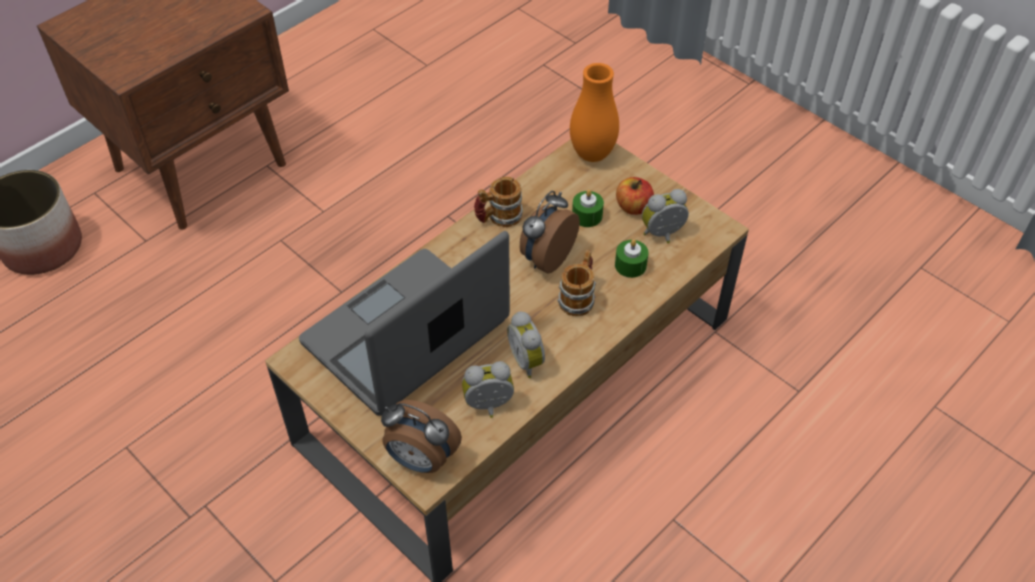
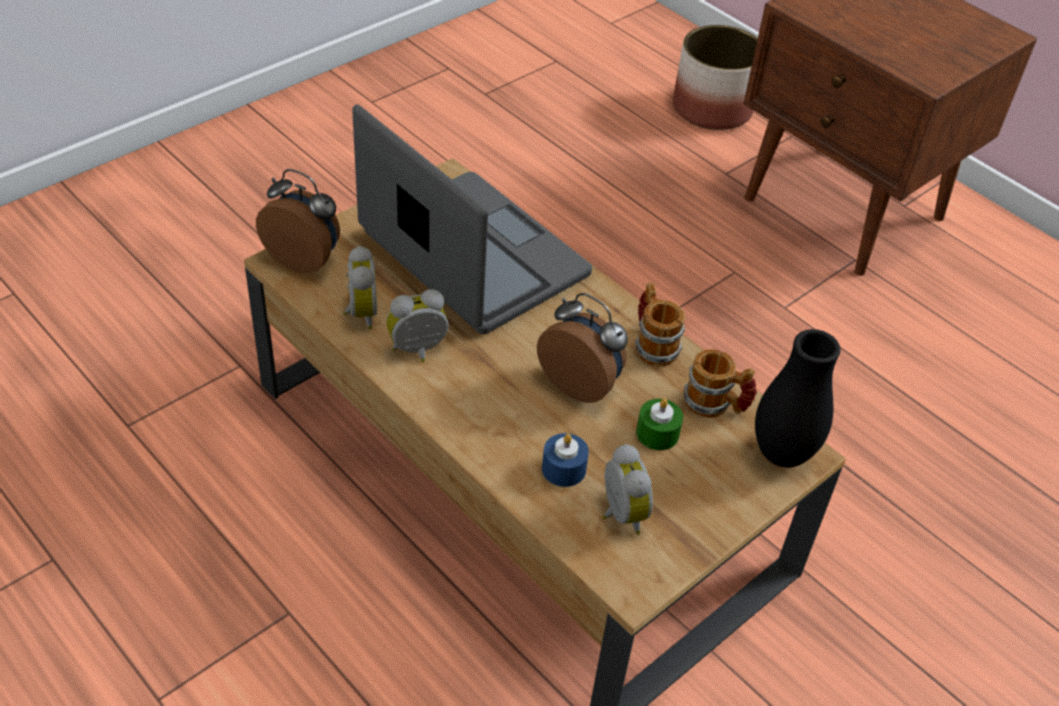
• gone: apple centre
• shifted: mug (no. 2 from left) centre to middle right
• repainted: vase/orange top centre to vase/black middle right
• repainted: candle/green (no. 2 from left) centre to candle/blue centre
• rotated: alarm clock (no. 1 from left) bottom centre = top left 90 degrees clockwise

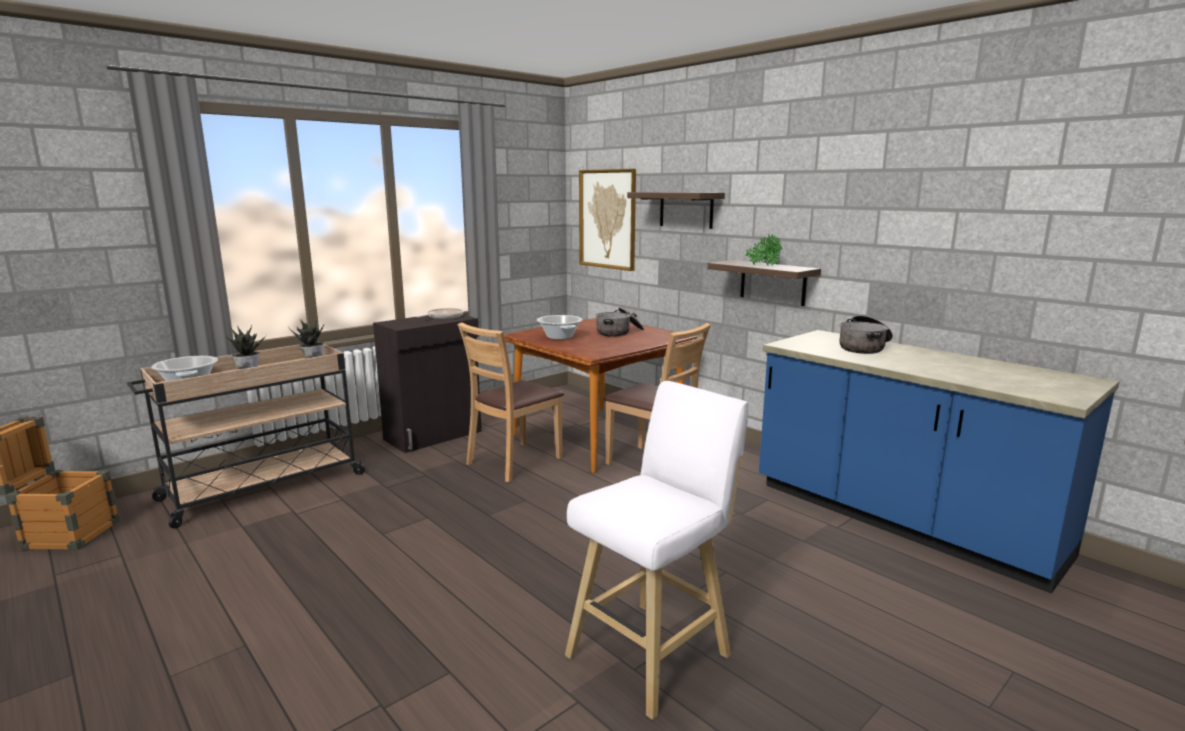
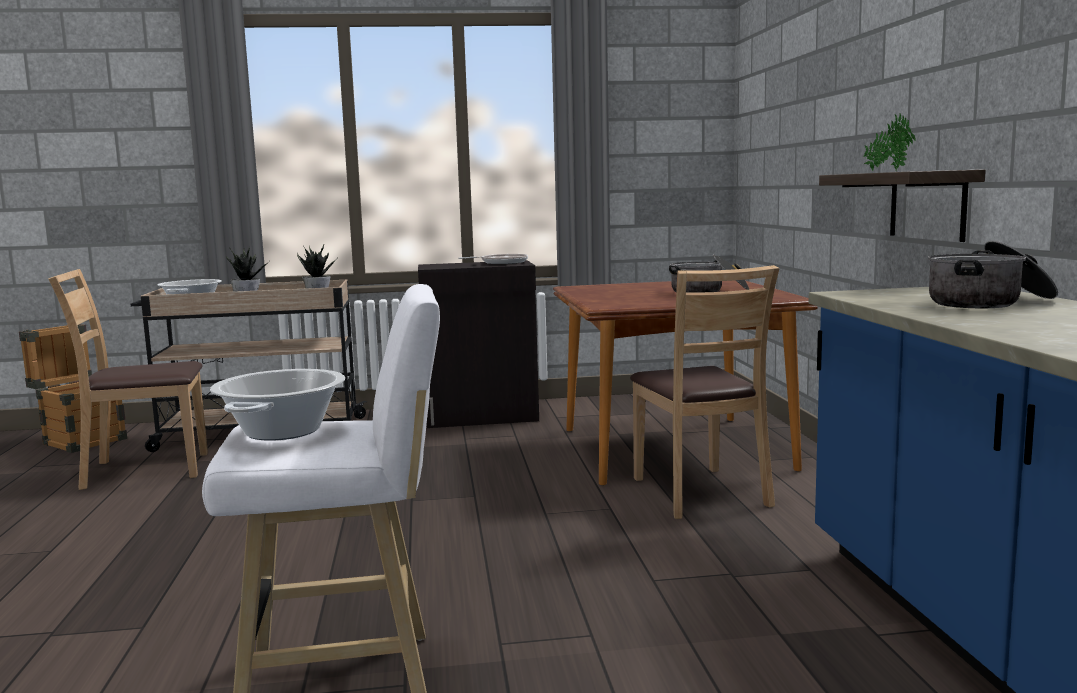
• gone: picture top centre
• gone: shelf (no. 1 from left) top centre
• shifted: chair/brown (no. 1 from left) centre to middle left
• shifted: cooking pot (no. 2 from left) centre to middle left

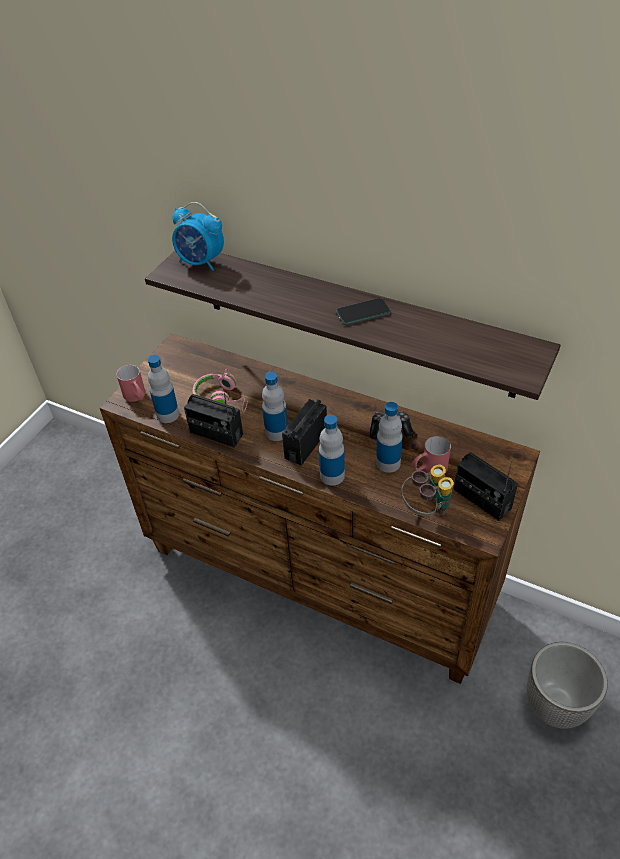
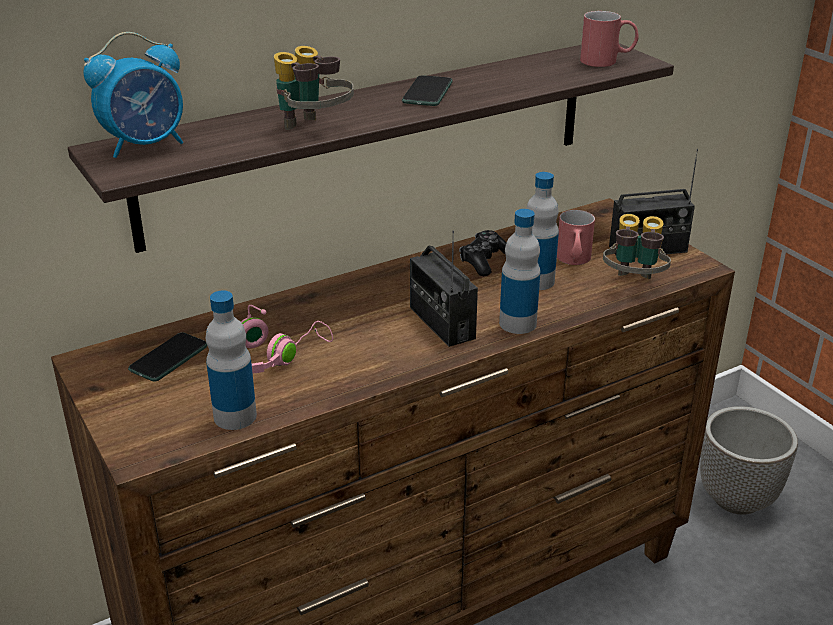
• gone: radio (no. 1 from left) centre
• gone: bottle (no. 2 from left) centre
• new: phone (no. 1 from left) middle left
• new: binoculars (no. 1 from left) top centre
• shifted: mug/red (no. 1 from left in the first image) middle left to mug/red (no. 2 from left) top right

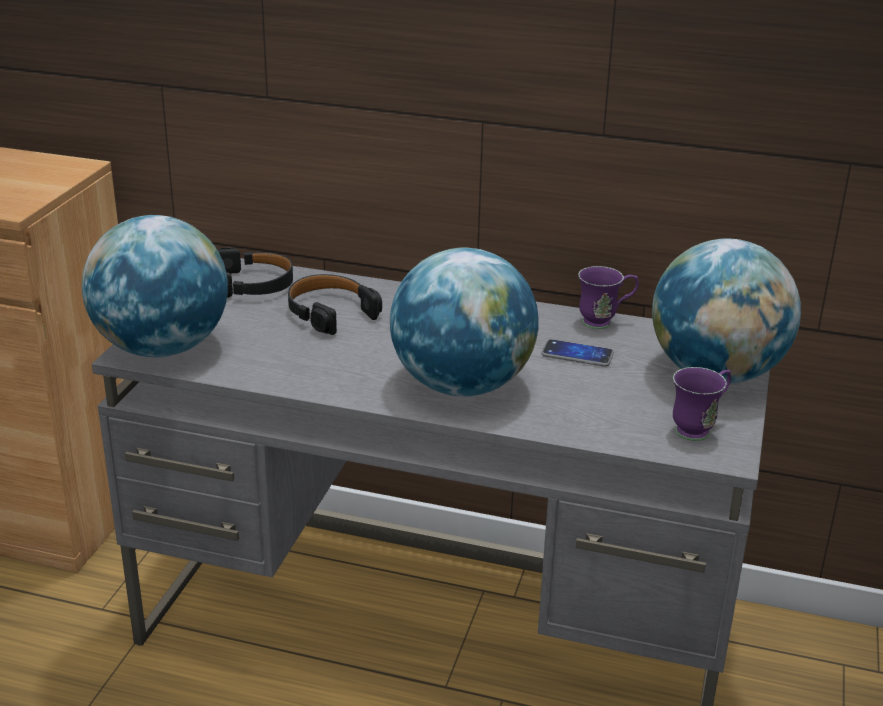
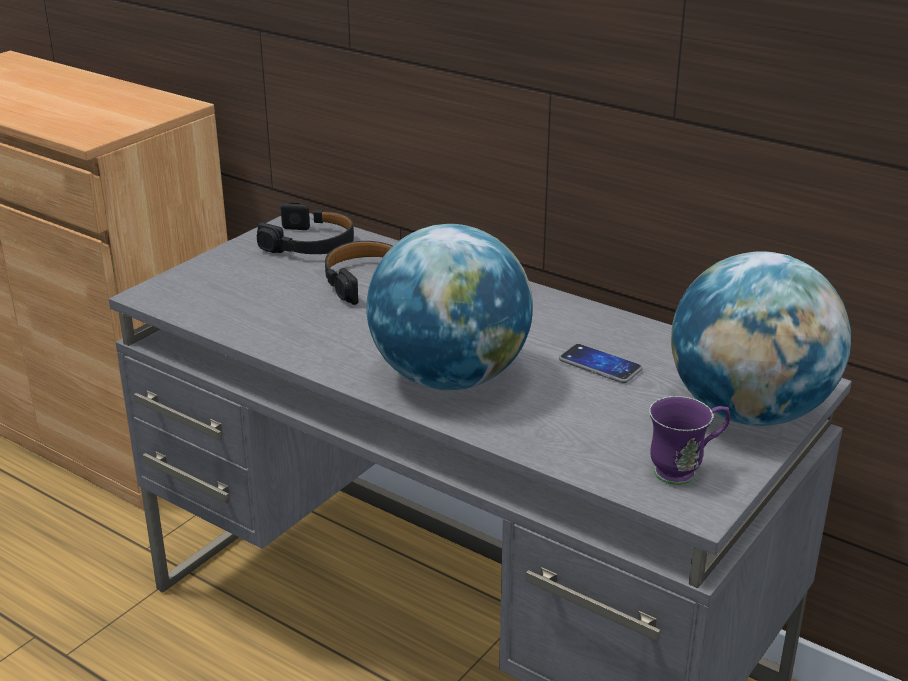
• gone: globe (no. 1 from left) middle left
• gone: mug/purple (no. 1 from left) middle right

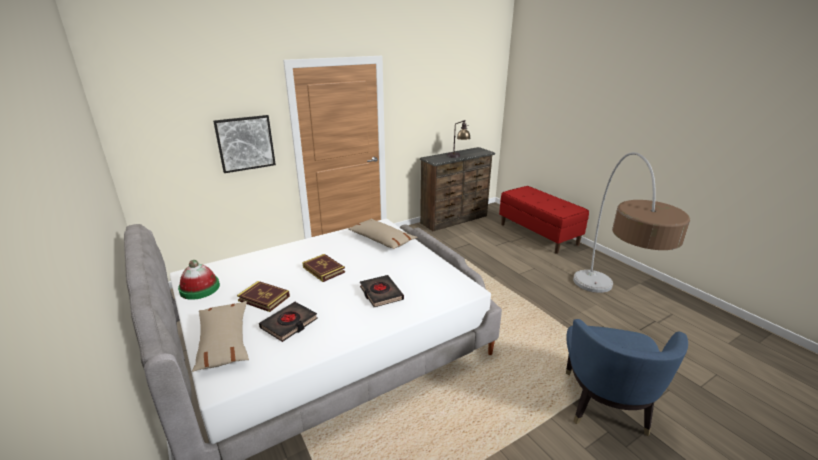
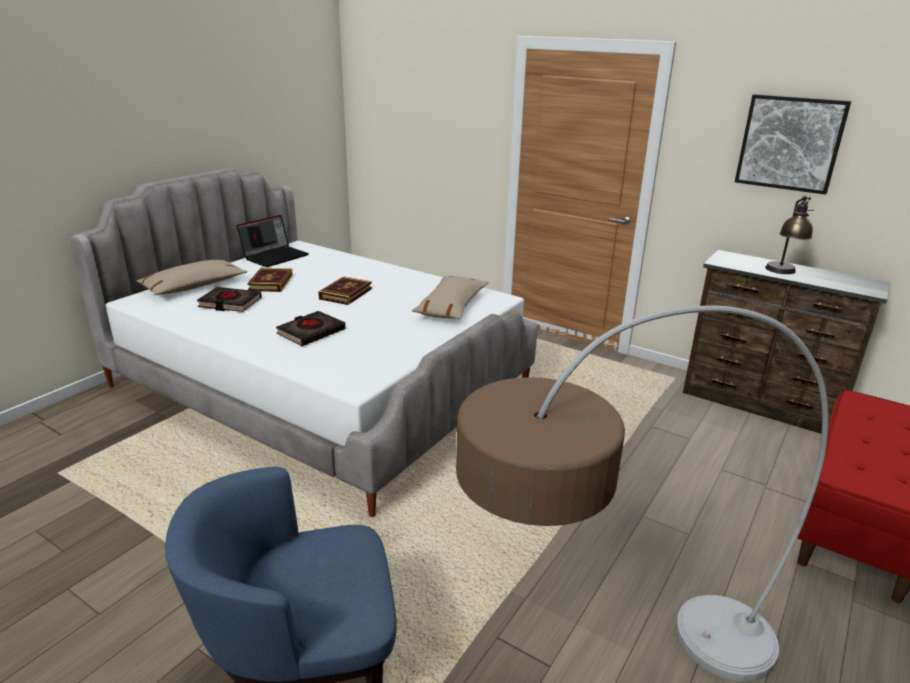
• shifted: picture top left to top right
• swapped: hat middle left to laptop middle left

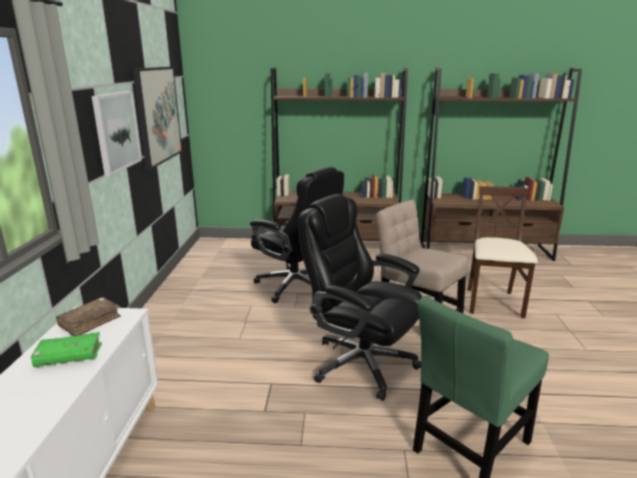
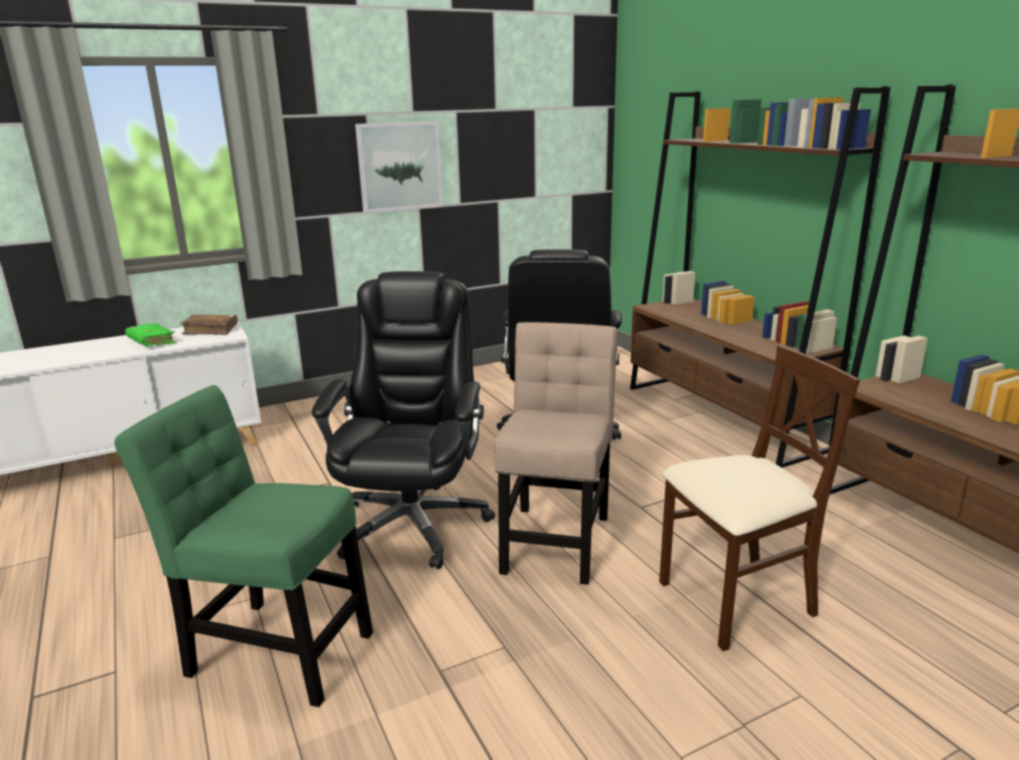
• gone: picture (no. 2 from left) top left

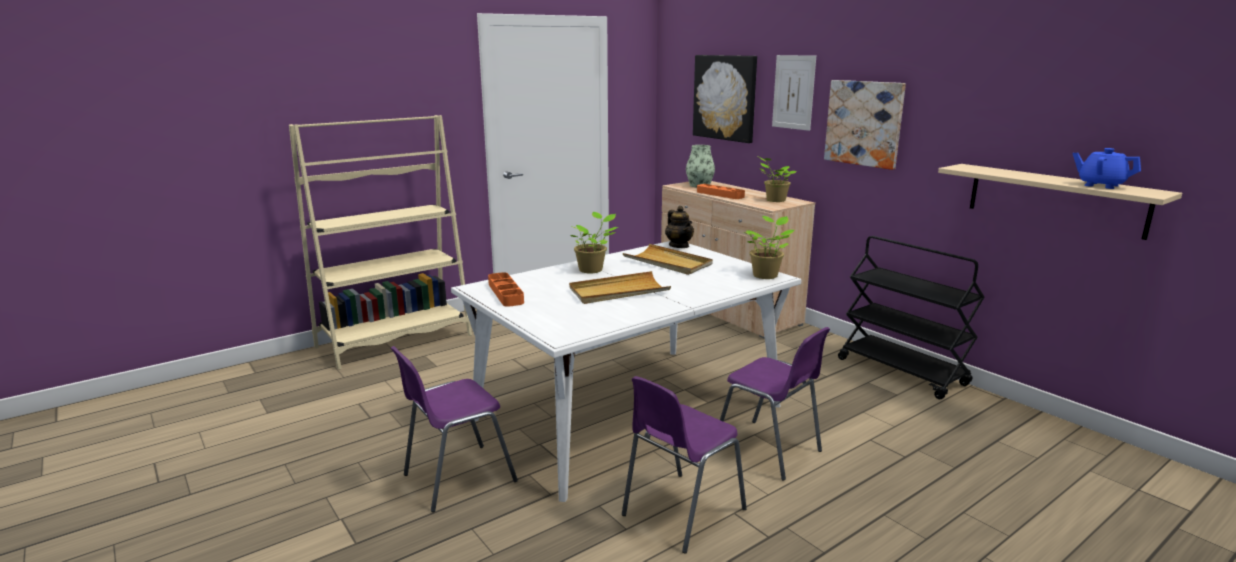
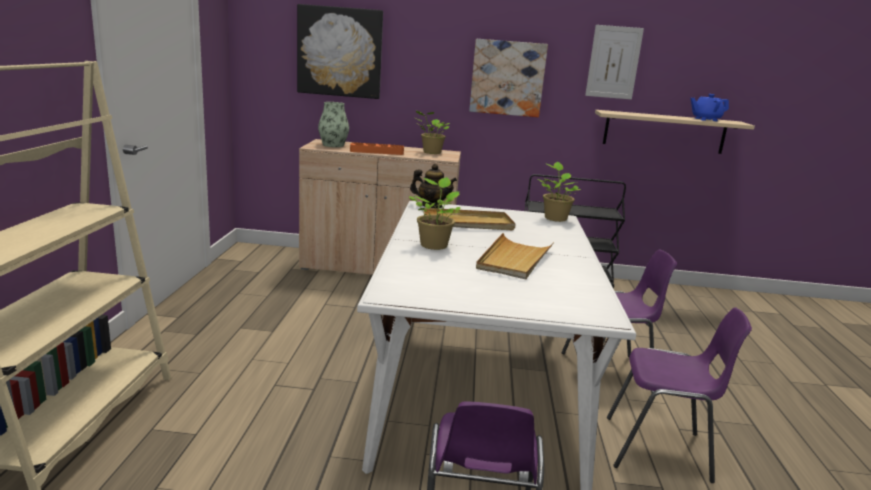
• gone: tray/orange (no. 1 from left) centre
• shifted: picture (no. 2 from left in the first image) top centre to picture (no. 3 from left) top right
• rotated: chair/purple (no. 2 from left in the first image) bottom centre = bottom right 75 degrees counterclockwise

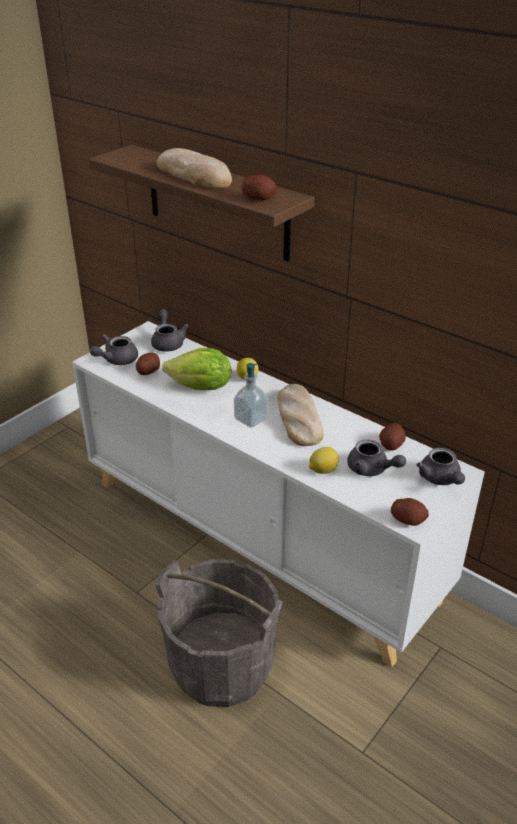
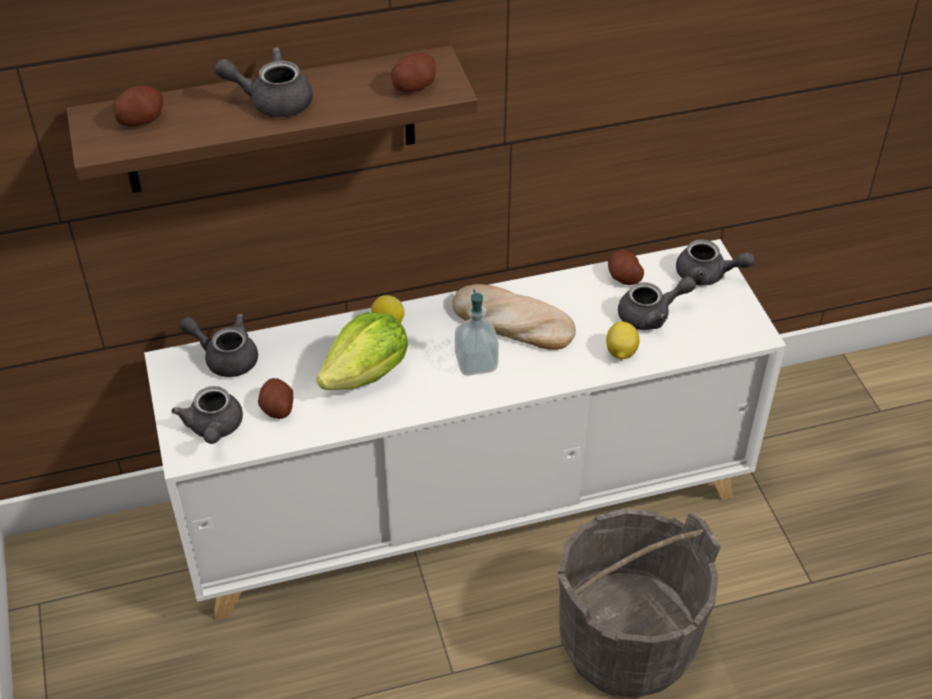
• shifted: potato (no. 4 from left in the first image) middle right to potato (no. 1 from left) top left
• swapped: bread (no. 1 from left) top centre to teapot/grey (no. 3 from left) top left

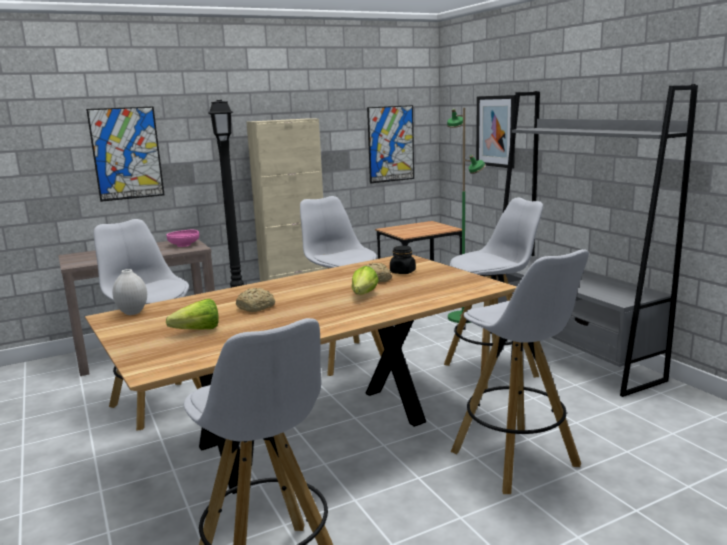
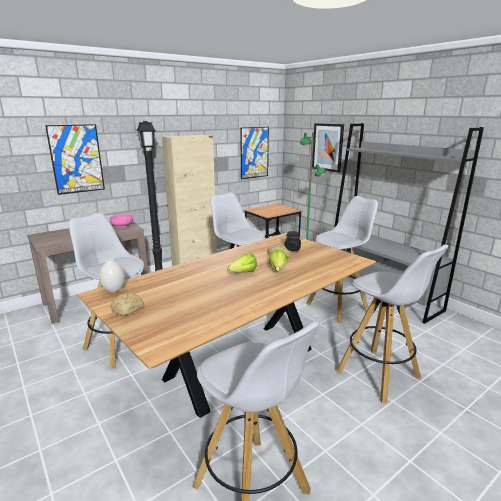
• shifted: lettuce (no. 1 from left) middle left to centre
• shifted: bread (no. 1 from left) centre to middle left

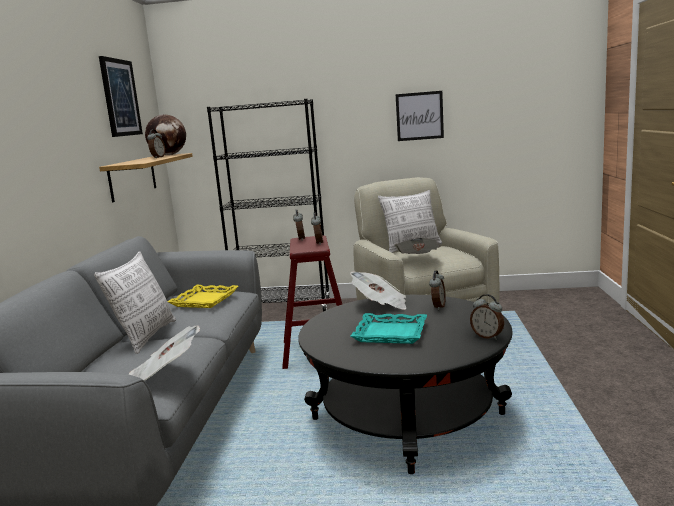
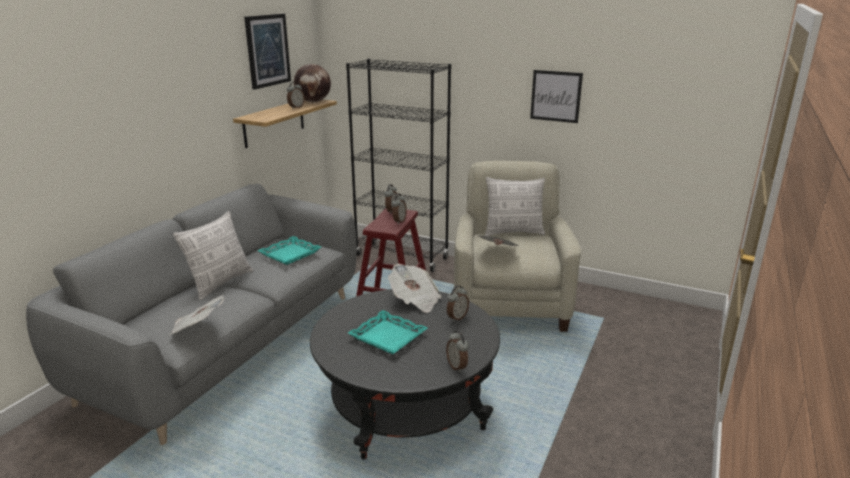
• repainted: tray/yellow middle left to tray/turquoise (no. 1 from left) centre

